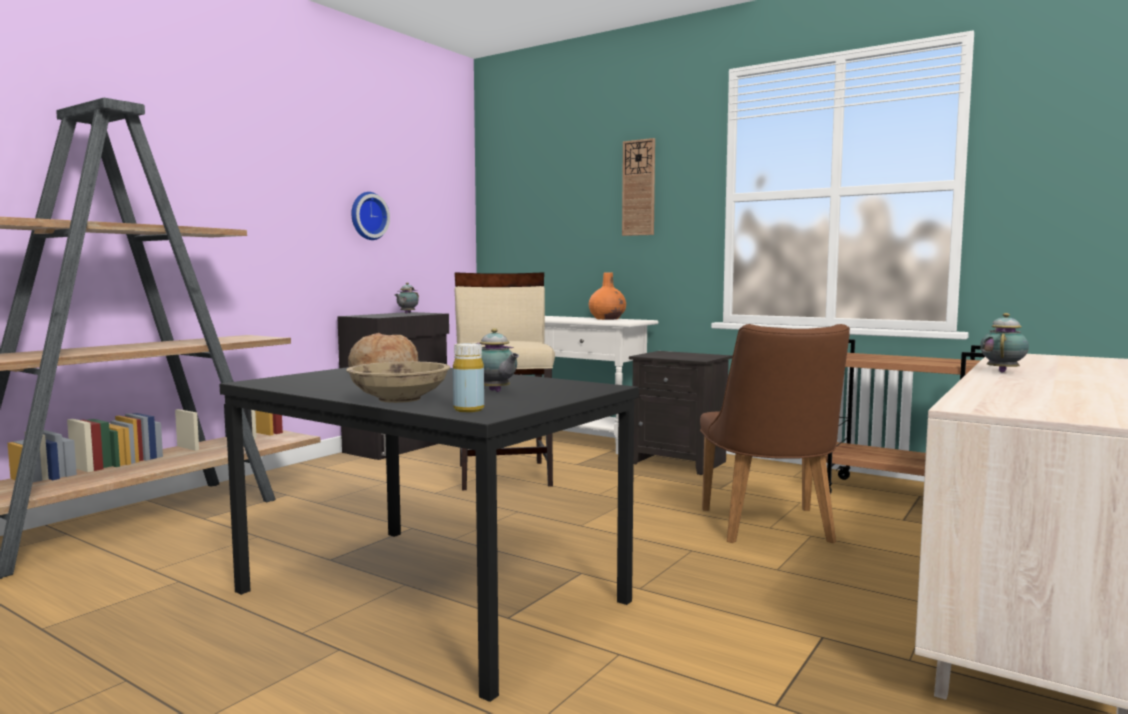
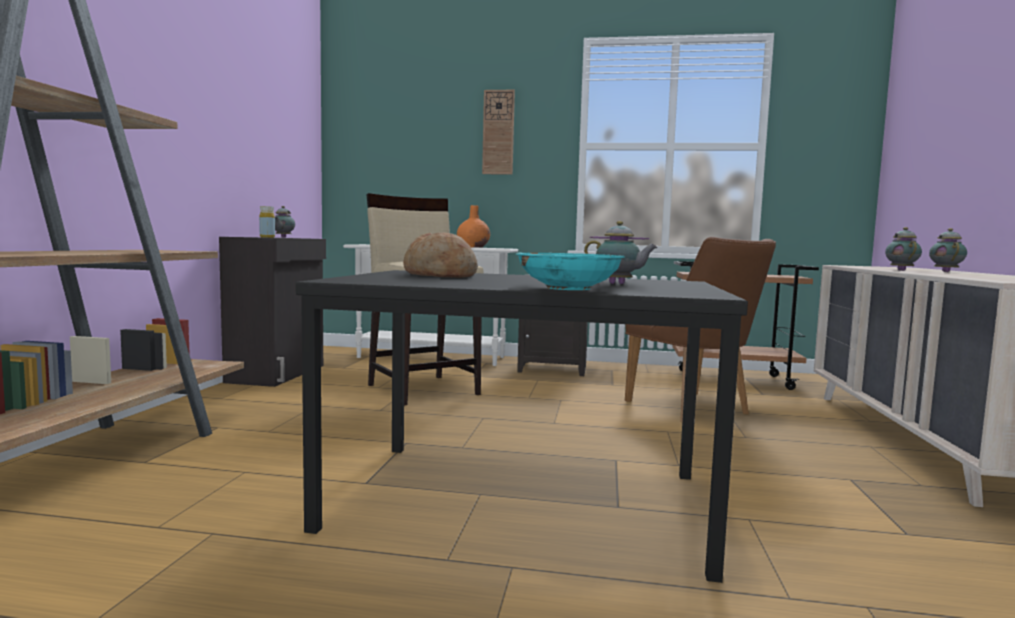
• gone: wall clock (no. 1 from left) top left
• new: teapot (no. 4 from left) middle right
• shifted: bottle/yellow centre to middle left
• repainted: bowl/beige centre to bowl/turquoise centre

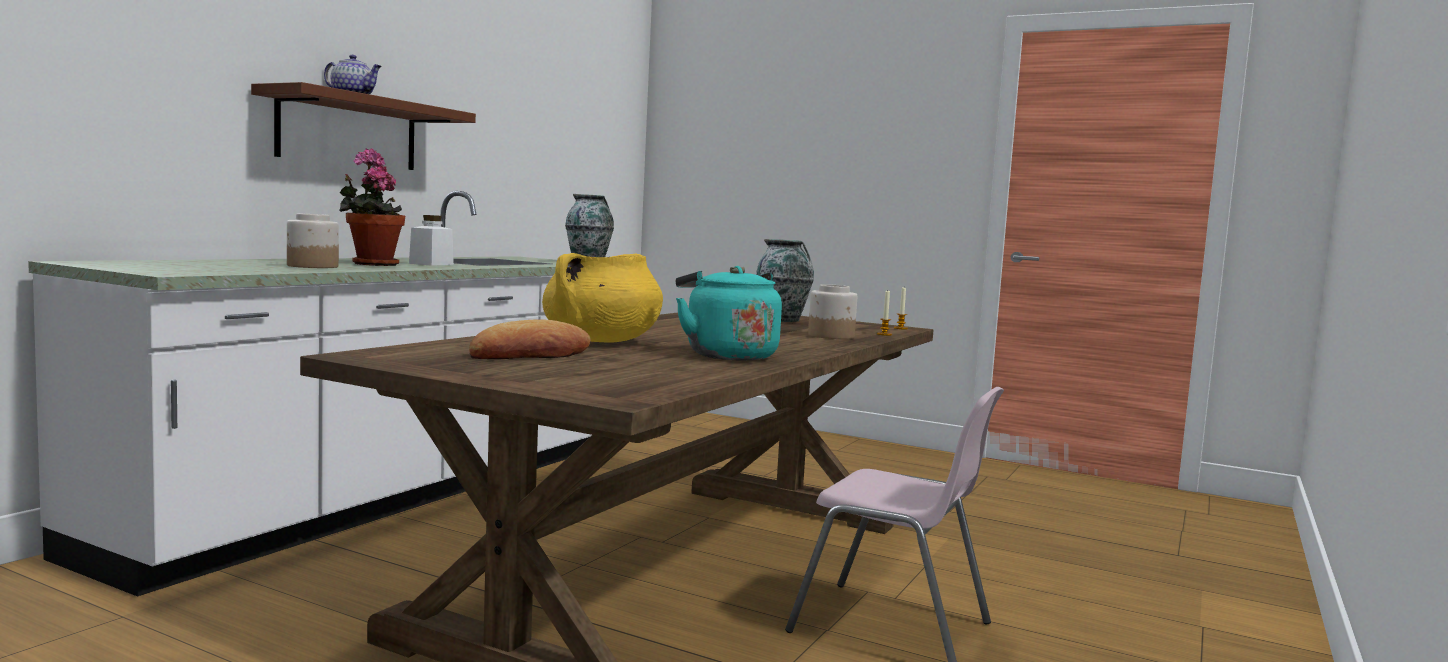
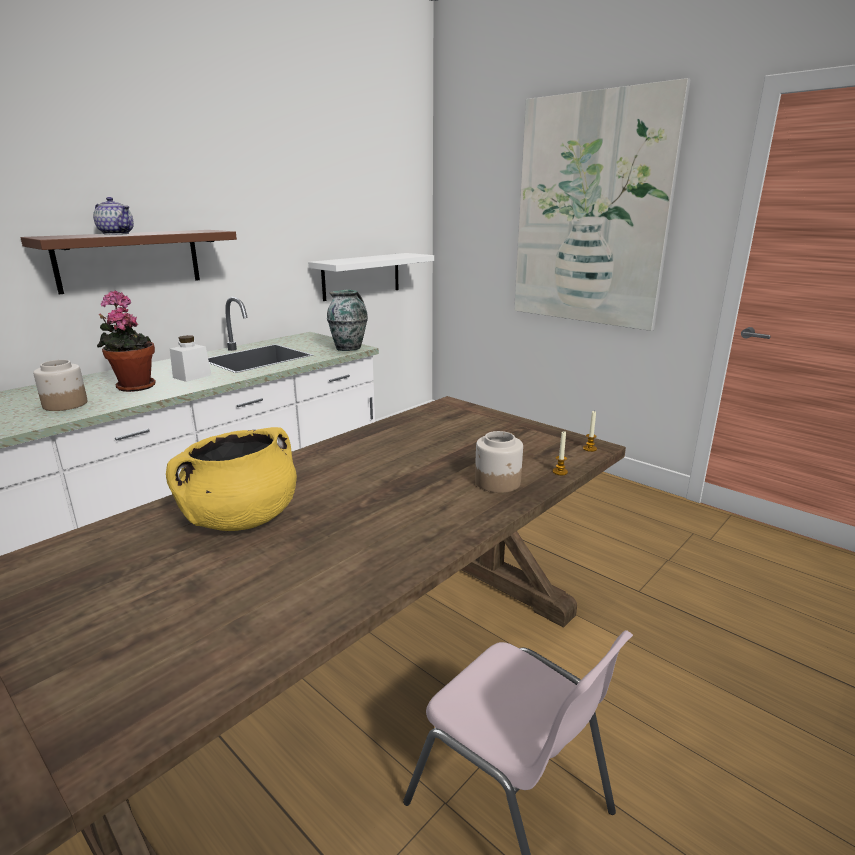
• gone: bread centre
• gone: kettle/turquoise centre
• gone: vase (no. 2 from left) centre
• new: shelf/white top centre
• new: picture top right

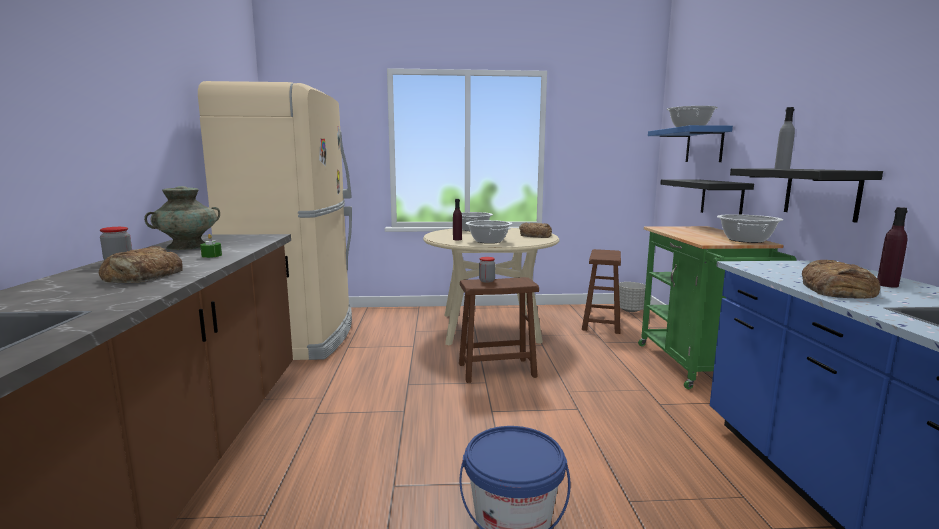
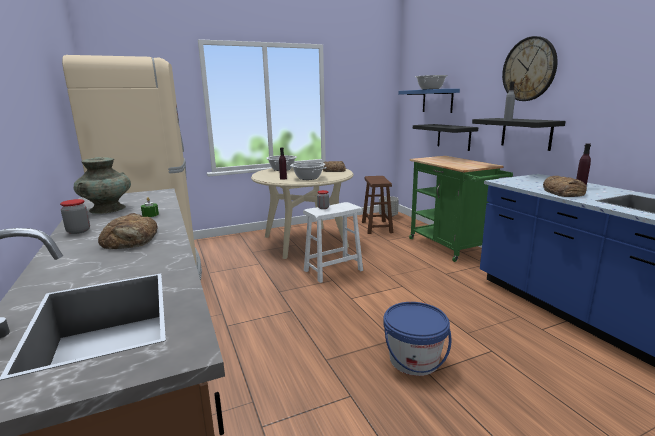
• gone: cooking pot (no. 4 from left) middle right
• new: wall clock top right
• repainted: stool/brown (no. 1 from left) centre to stool/white centre

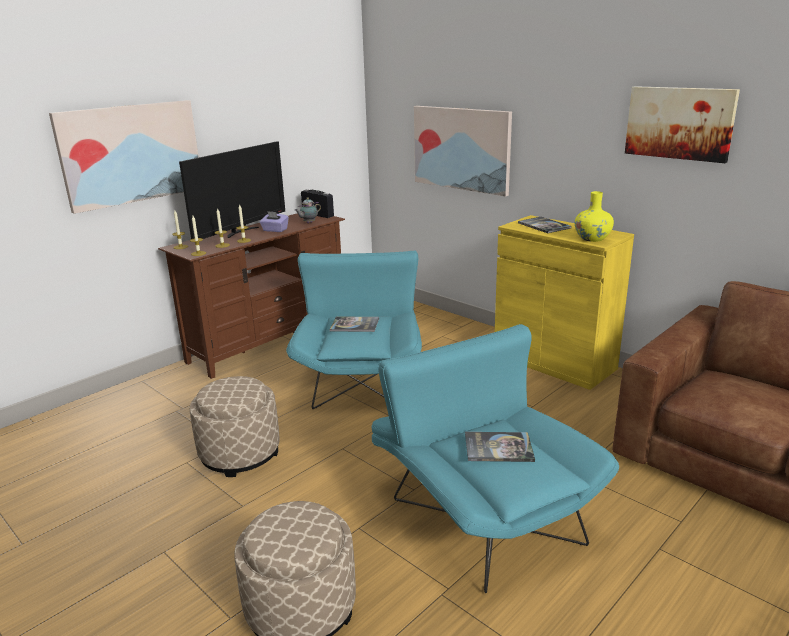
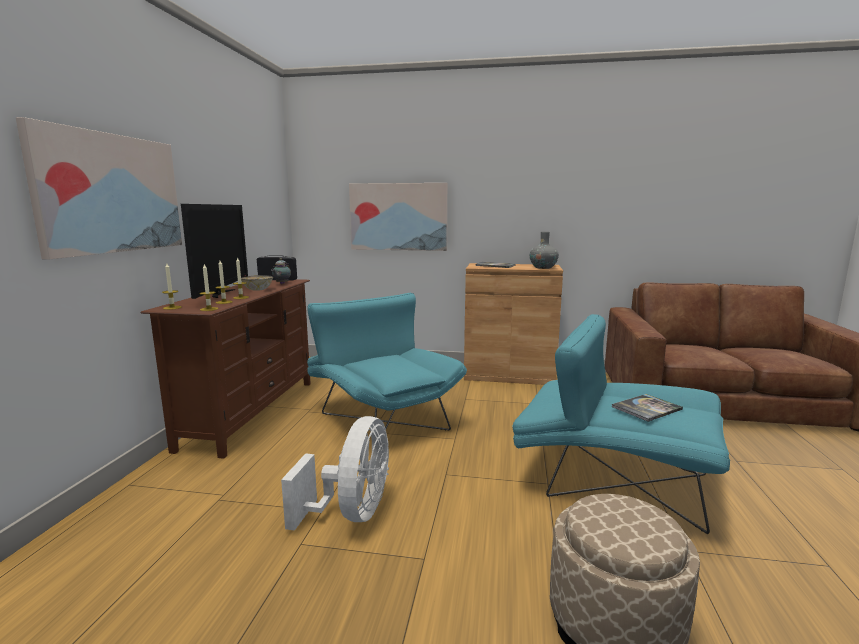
• gone: book (no. 1 from left) centre
• gone: picture (no. 3 from left) top right
• swapped: ottoman/beige (no. 1 from left) bottom left to fan/white bottom centre
• swapped: tissue box/purple centre to bowl middle left
• repainted: cabinet/yellow middle right to cabinet/brown centre
• repainted: vase/yellow middle right to vase/grey centre

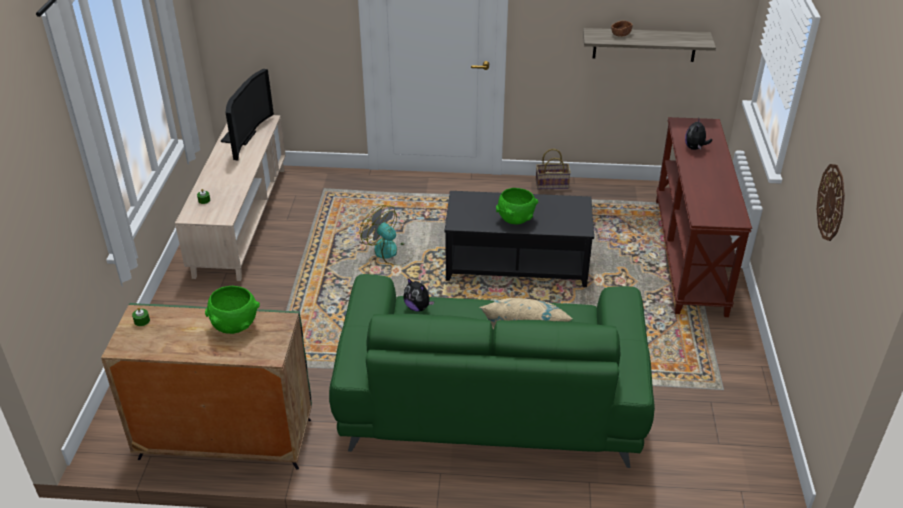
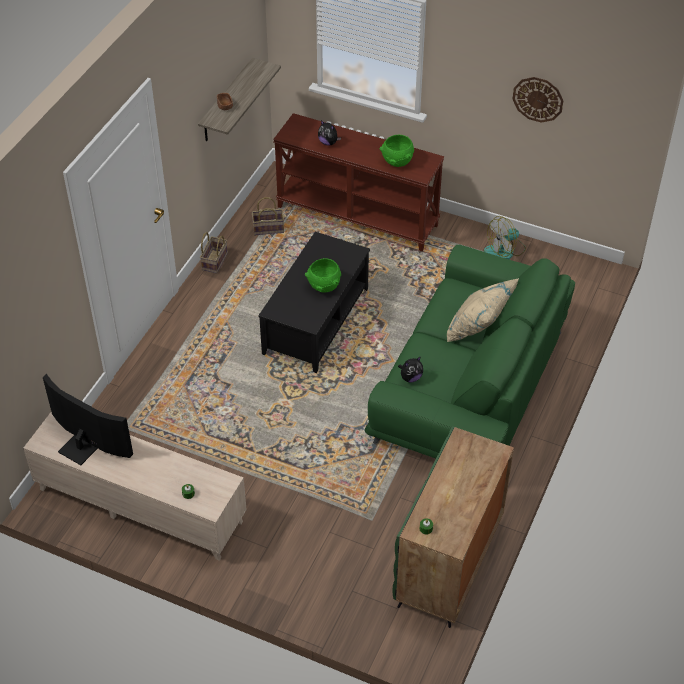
• new: basket (no. 2 from left) top centre
• shifted: bowl/green (no. 1 from left in the first image) middle left to bowl/green (no. 2 from left) top centre
• shifted: fan centre to middle right

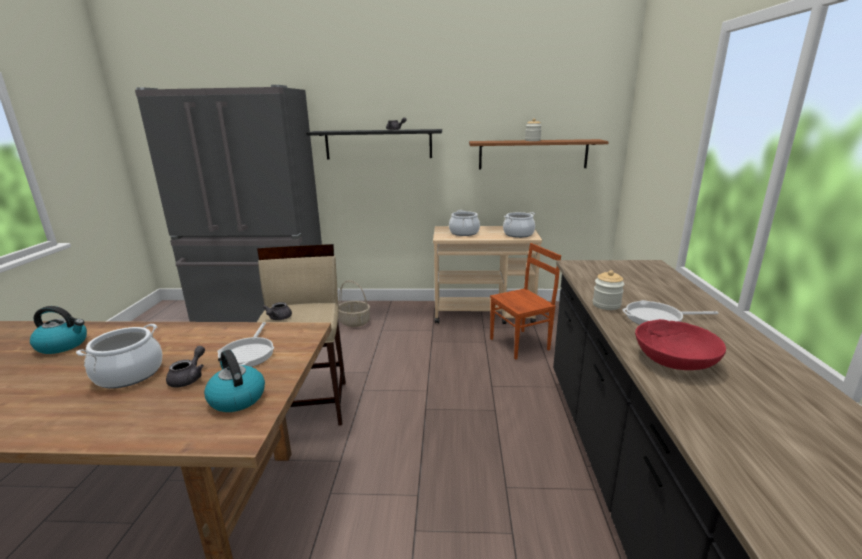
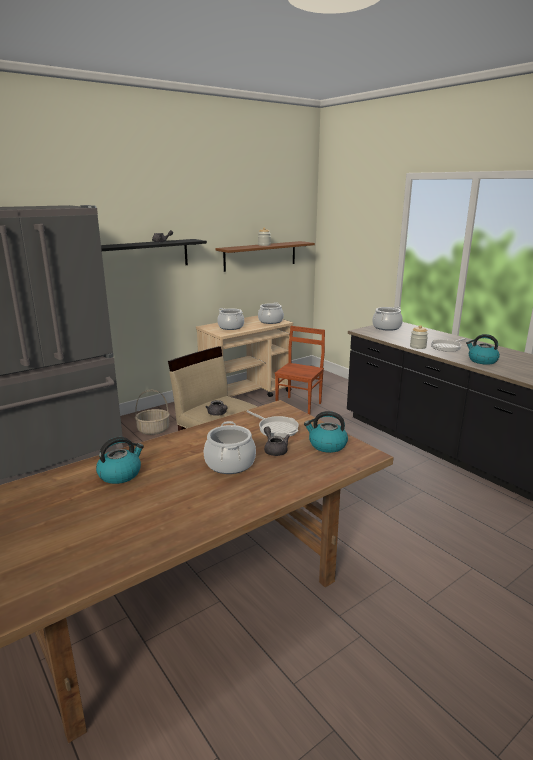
• new: cooking pot (no. 4 from left) middle right
• swapped: bowl/red middle right to kettle (no. 3 from left) middle right

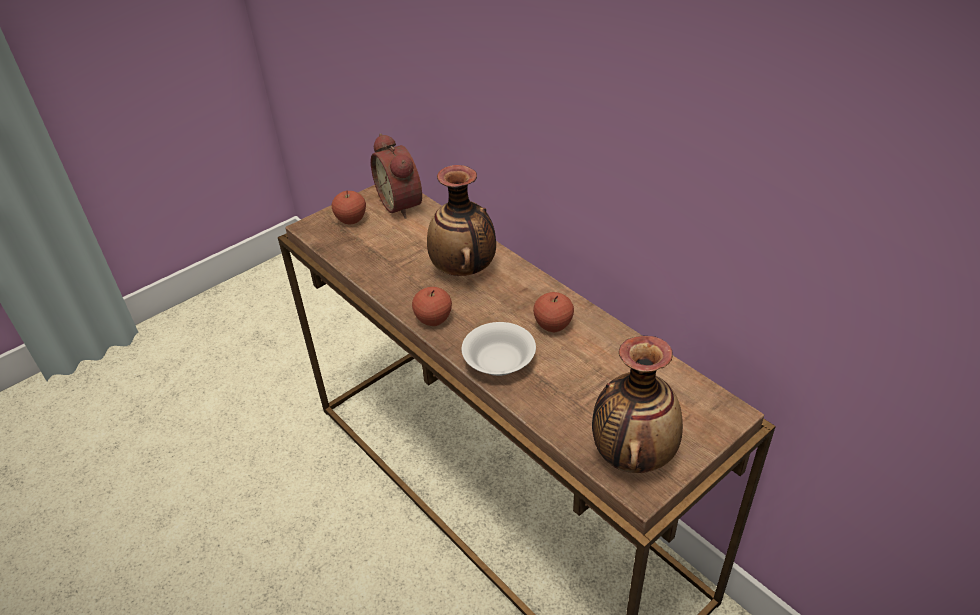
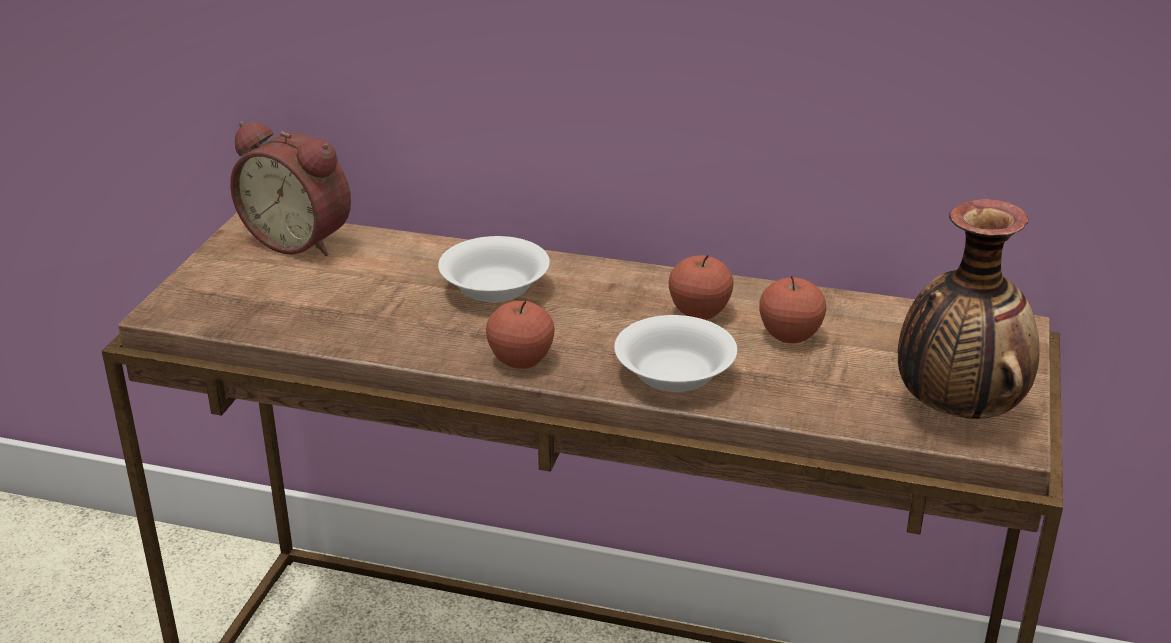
• shifted: apple (no. 1 from left in the first image) centre to apple (no. 3 from left) middle right
• swapped: vase (no. 1 from left) centre to bowl/white (no. 1 from left) centre

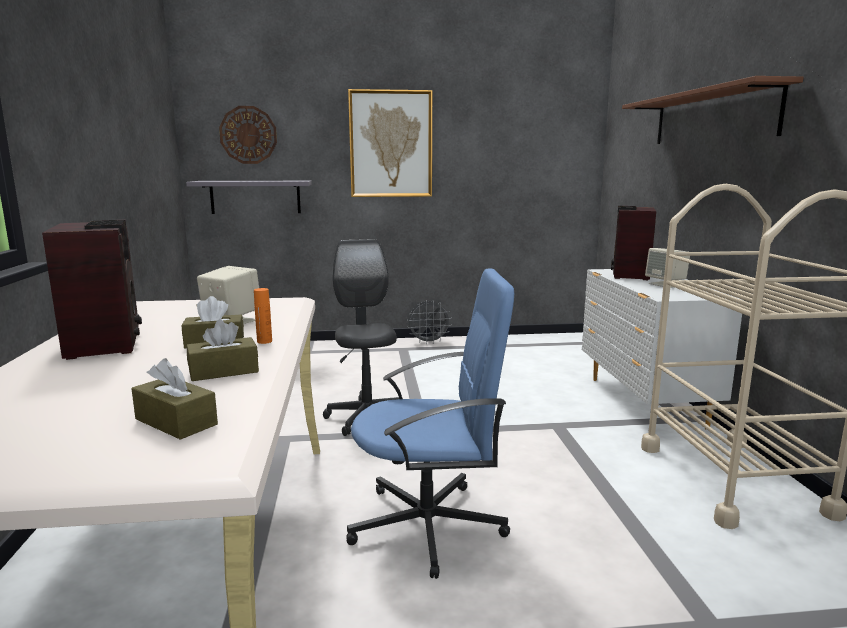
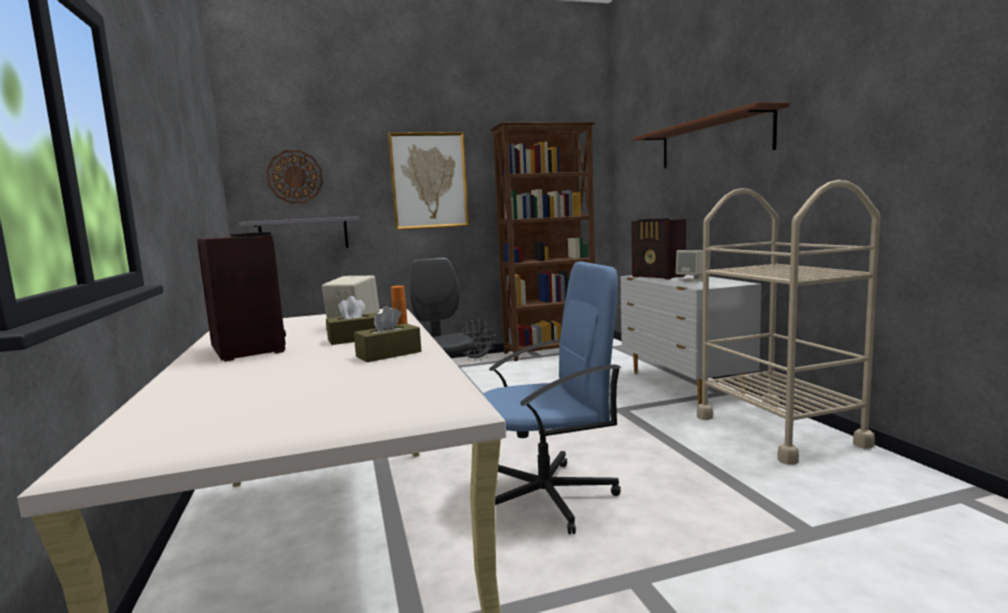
• gone: tissue box/brown (no. 1 from left) middle left
• new: bookcase/brown centre
• rotated: radio (no. 2 from left) middle right = centre 45 degrees counterclockwise

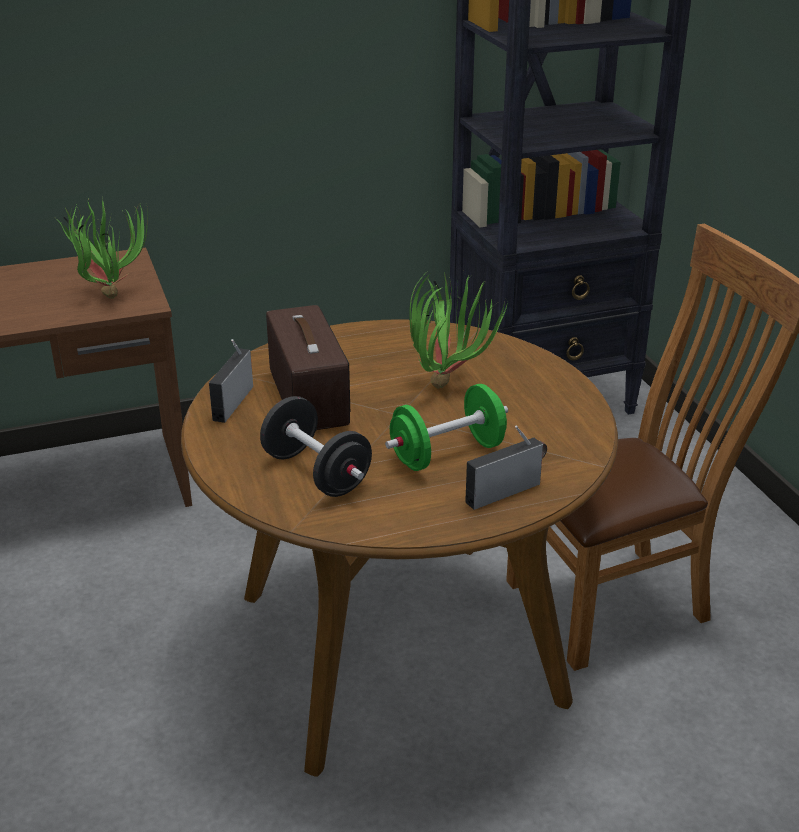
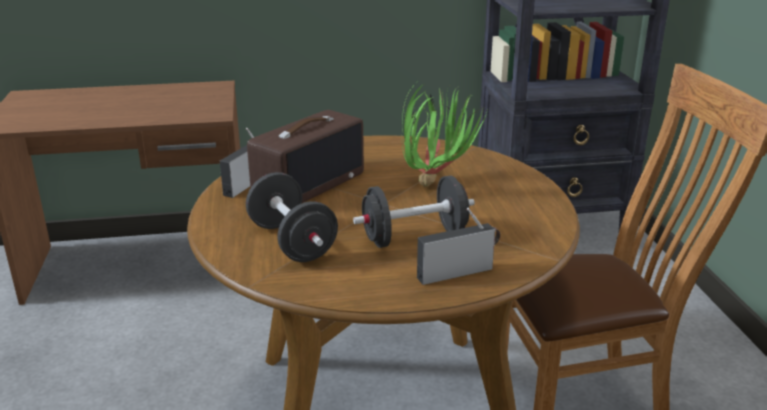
• gone: potted plant (no. 1 from left) top left
• repainted: dumbbell/green centre to dumbbell/black (no. 2 from left) centre
• rotated: radio (no. 2 from left) centre = centre 45 degrees clockwise

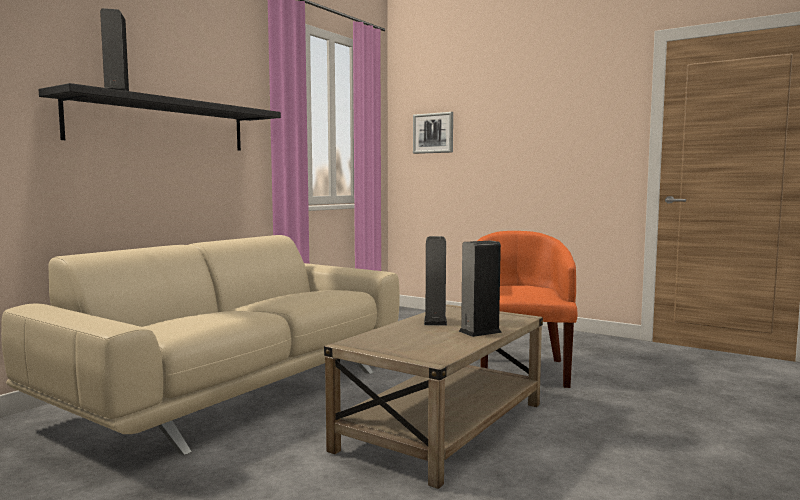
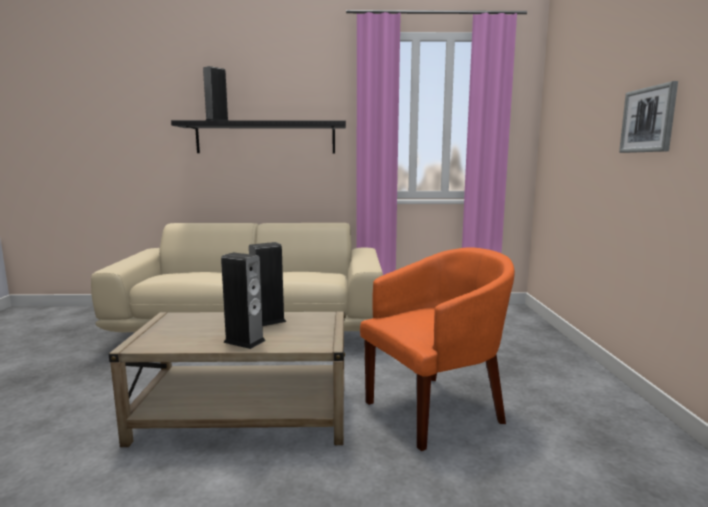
• shifted: picture top centre to top right

